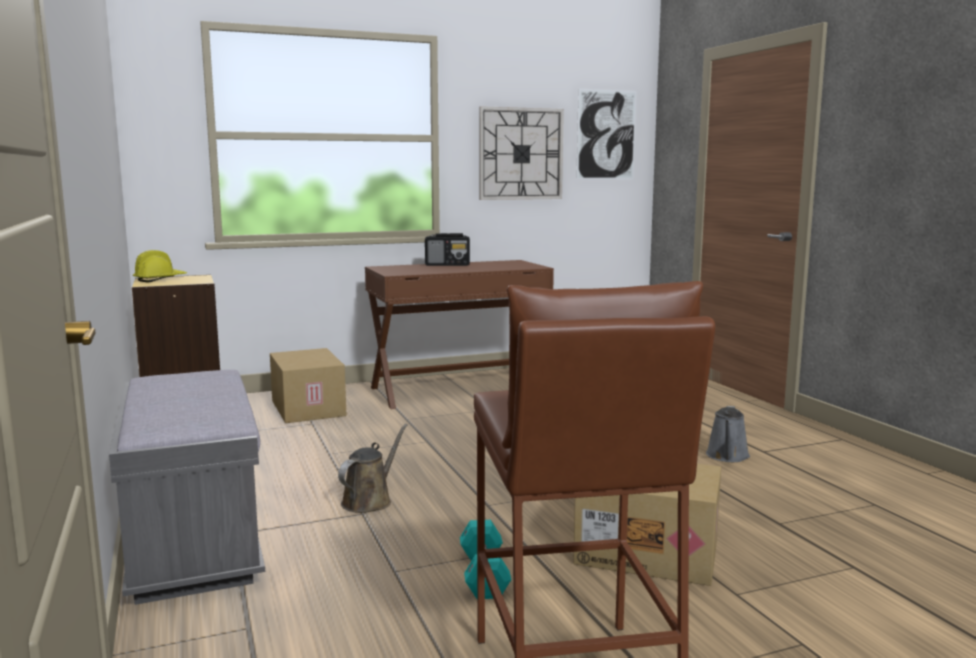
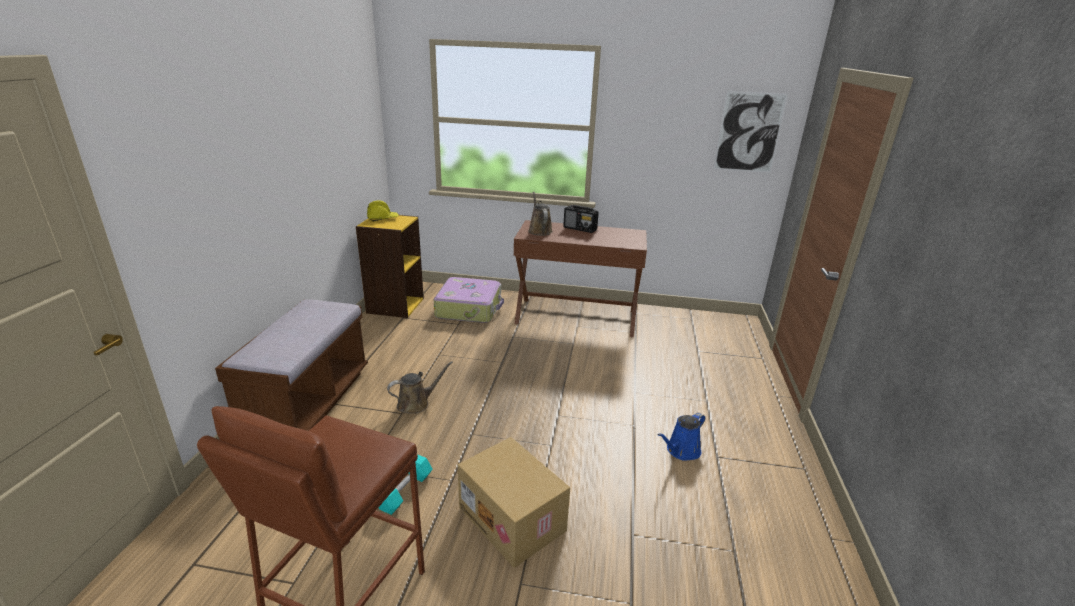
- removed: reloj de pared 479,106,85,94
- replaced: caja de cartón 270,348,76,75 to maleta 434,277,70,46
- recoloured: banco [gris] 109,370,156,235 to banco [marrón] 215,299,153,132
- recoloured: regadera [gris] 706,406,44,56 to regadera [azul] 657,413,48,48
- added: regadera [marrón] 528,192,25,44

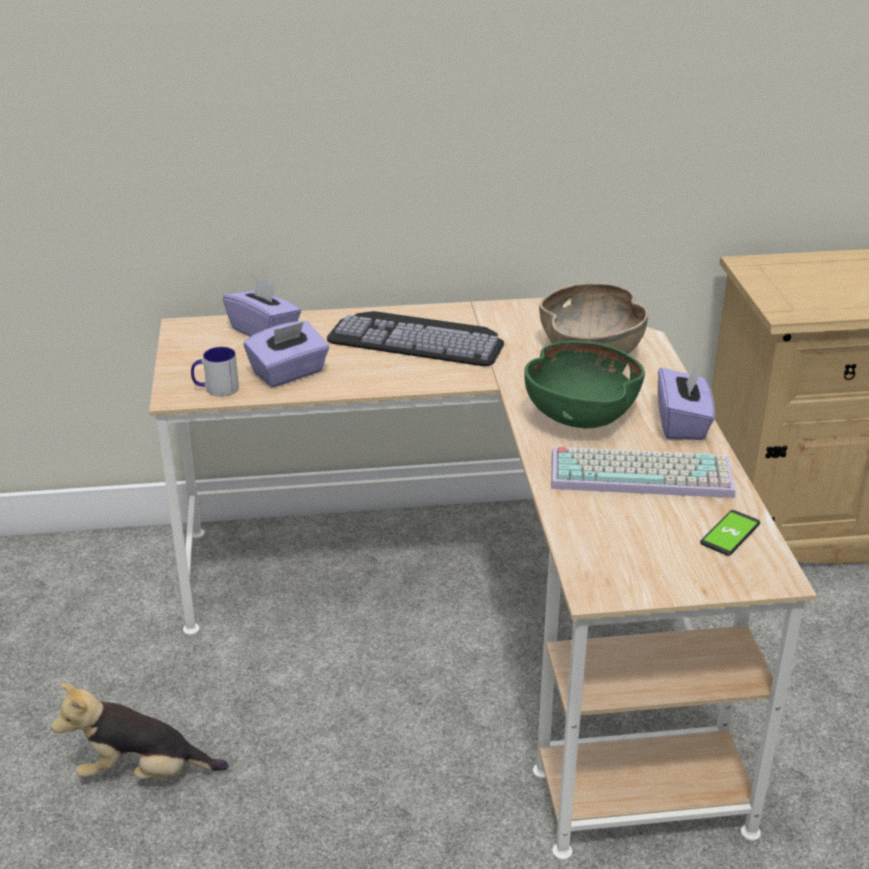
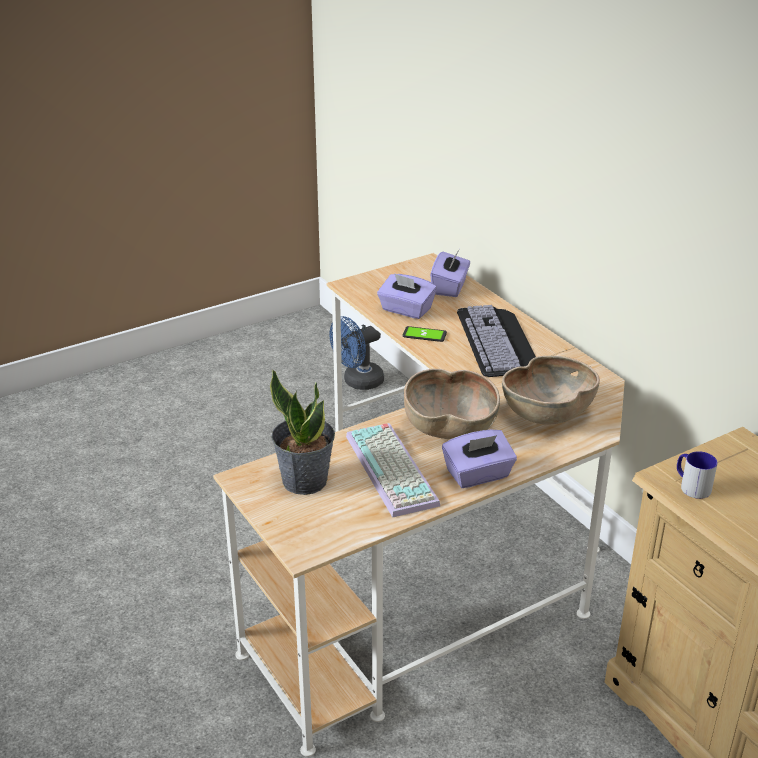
- recoloured: cuenco [verde] 525,341,120,87 to cuenco [marrón] 404,369,96,70
- moved: taza grande 191,347,48,50 to 677,451,41,48
- moved: móvil 700,510,60,45 to 402,326,45,16
- removed: peluche 51,683,178,96
- added: ventilador [azul] 329,316,55,74
- added: planta en maceta 270,369,65,126

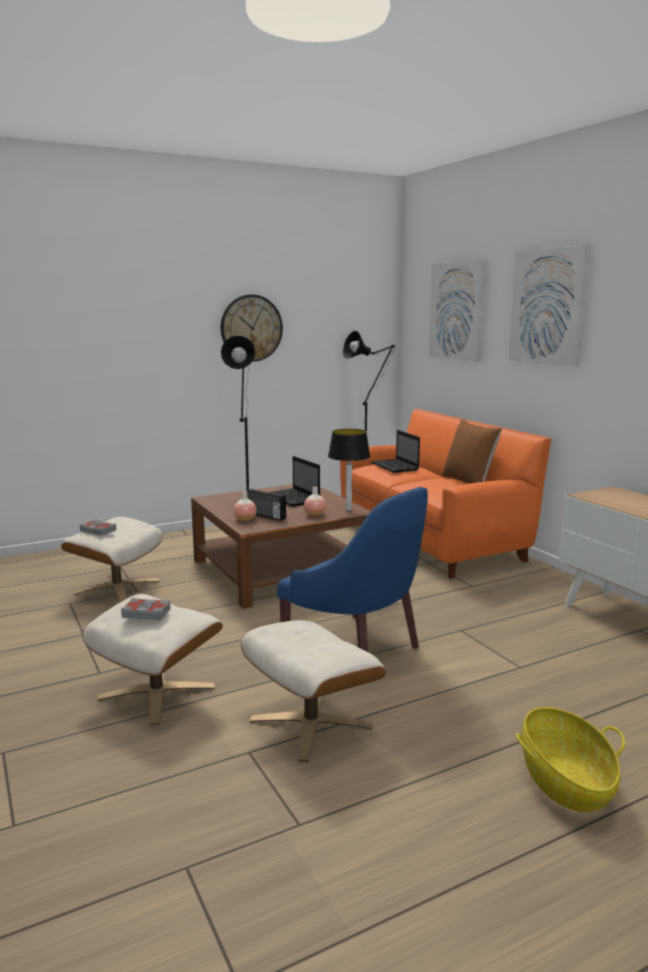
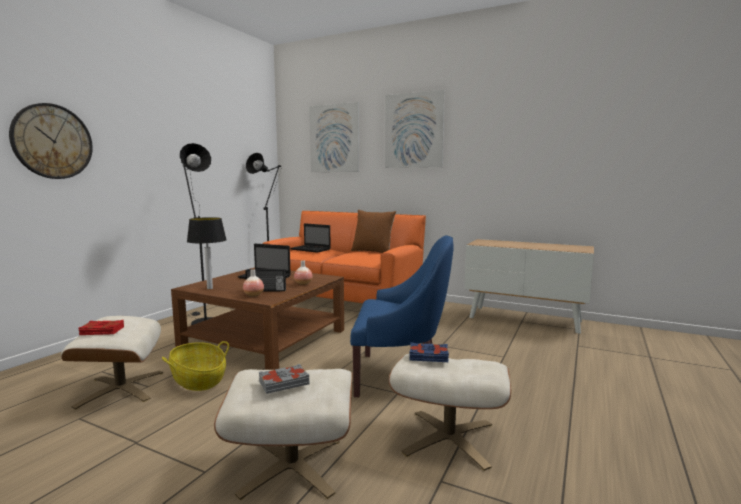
- moved: reloj de pared 221,294,62,68 to 9,103,84,76
- moved: lámpara de mesa 328,429,42,82 to 187,217,40,72
- recoloured: libro [gris] 79,519,37,17 to libro [rojo] 78,320,46,15
- moved: cesta 516,707,109,105 to 162,341,67,50
- added: libro [azul] 409,342,40,20

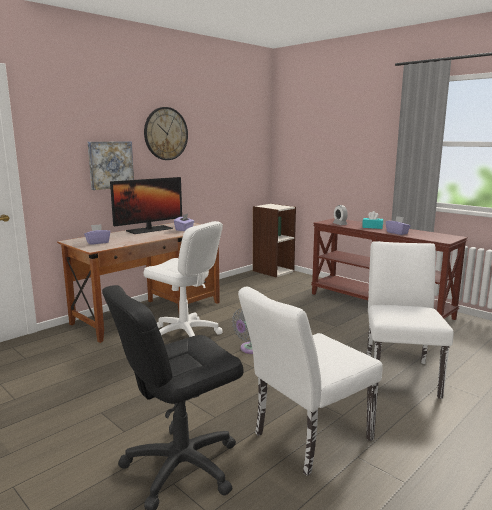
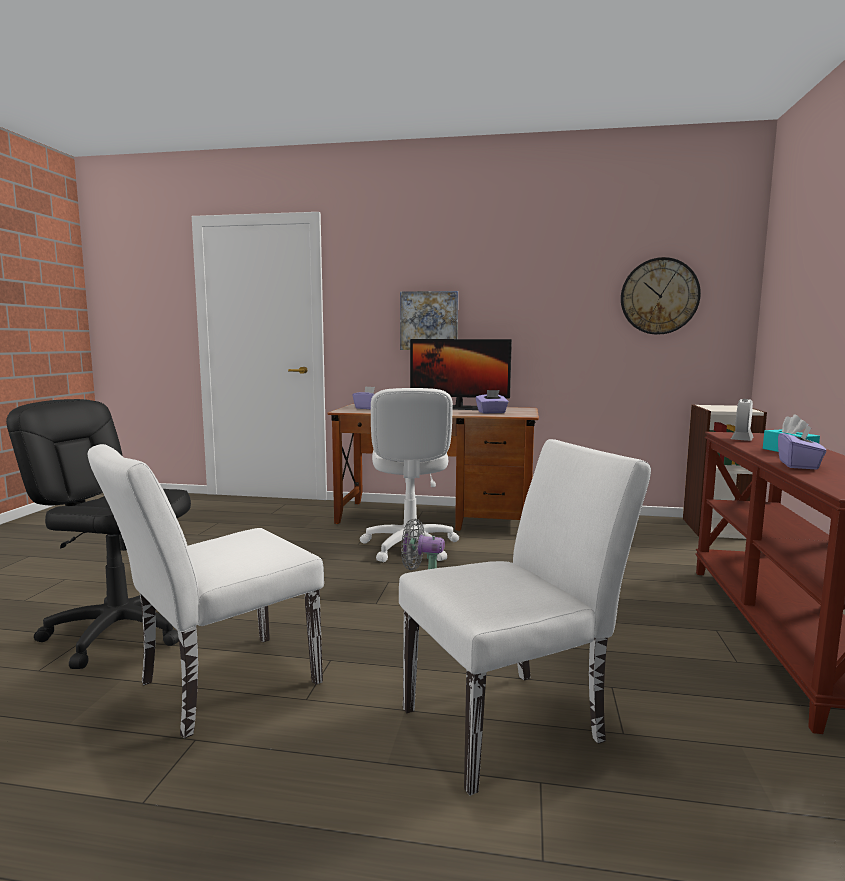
- moved: reloj de pared 144,107,44,53 to 621,257,80,78
- turned: silla [blanco] 238,286,144,190 = 88,444,236,295 60 degrees counterclockwise

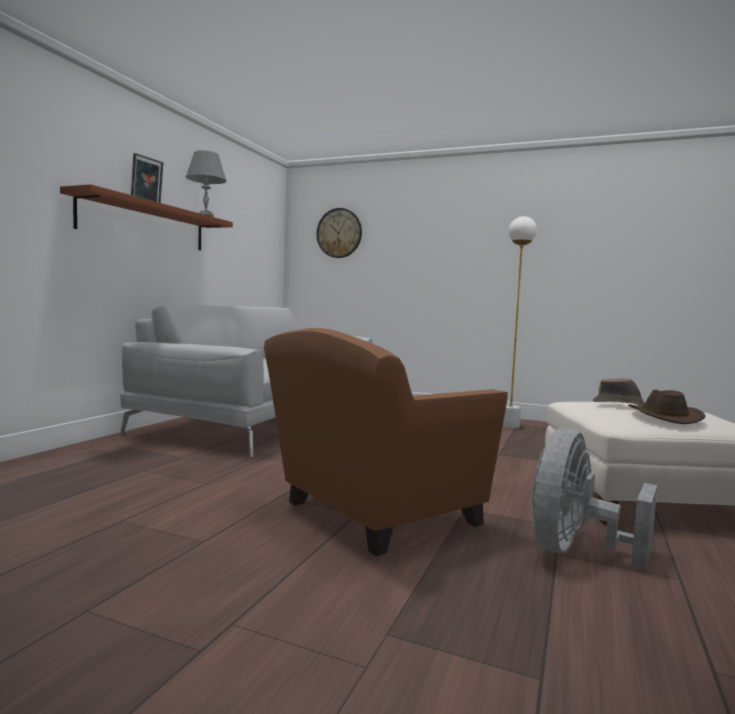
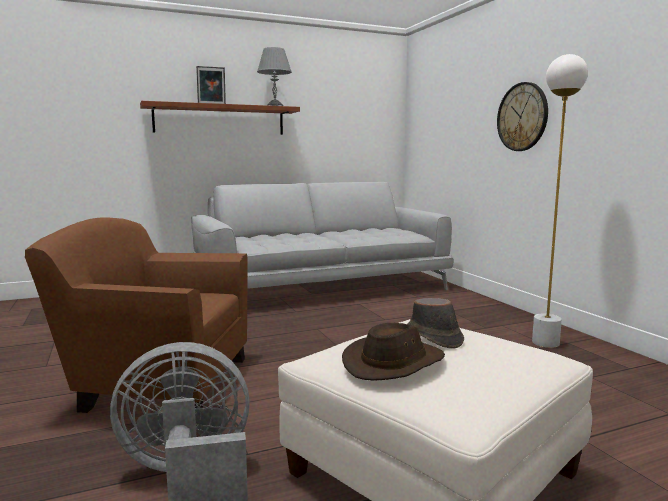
- moved: reloj de pared 317,208,45,50 to 497,82,51,69

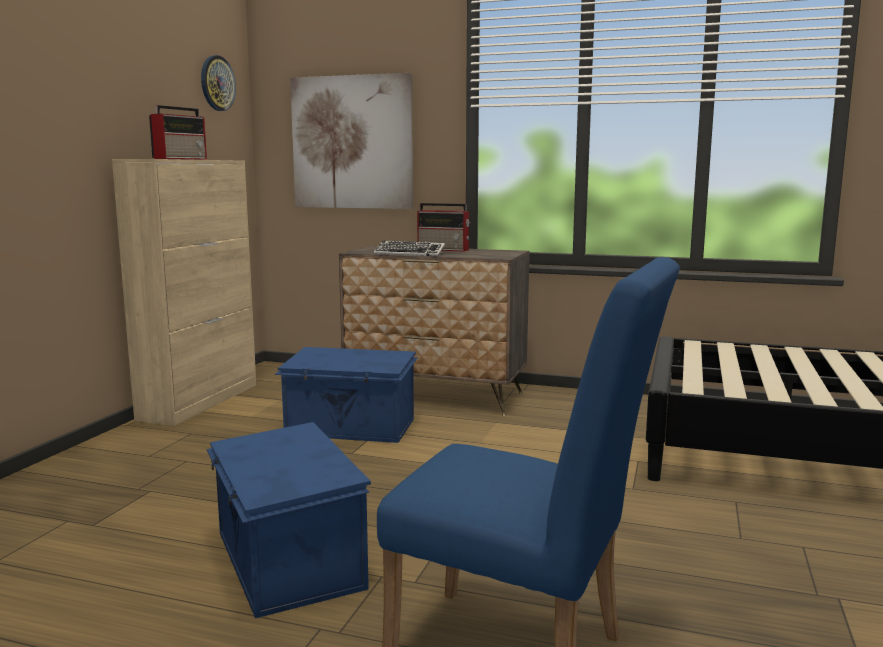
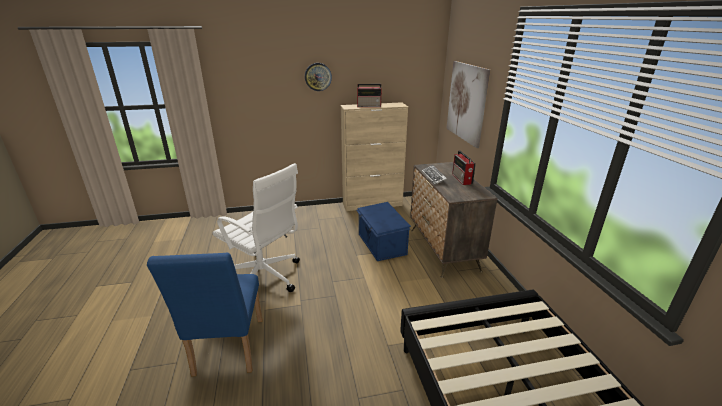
- moved: reloj de pared 201,55,35,56 to 305,63,27,28
- replaced: caja de almacenaje [azul] 207,422,164,196 to silla de oficina [blanco] 213,163,87,129

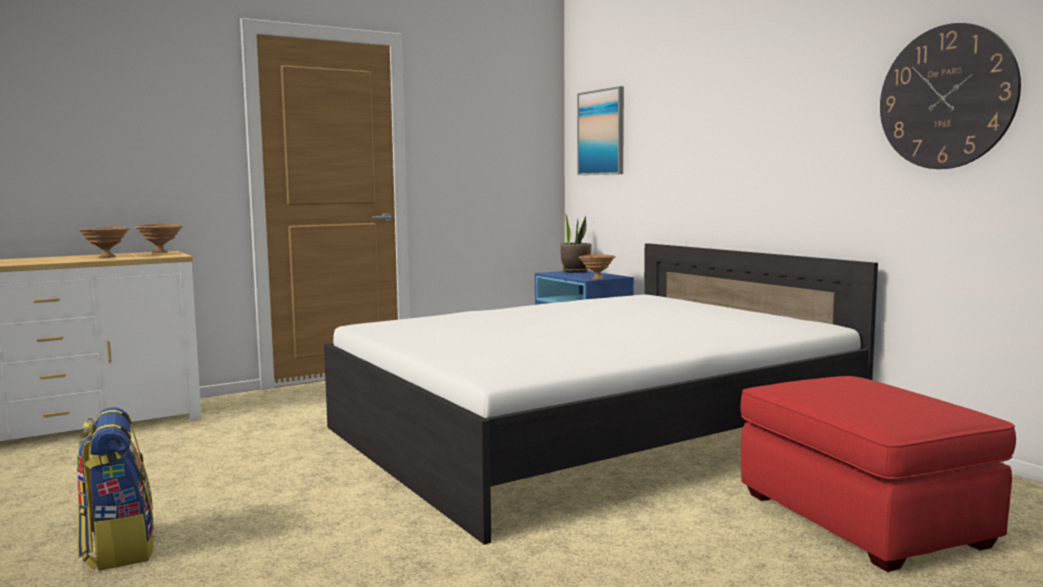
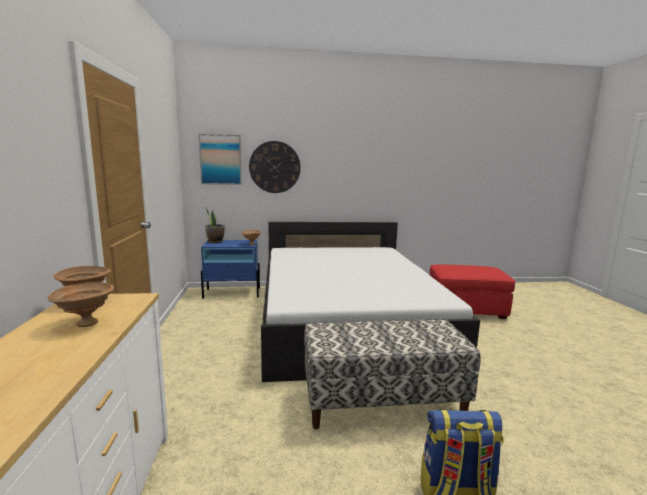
- moved: reloj de pared 880,23,141,146 to 249,141,52,52
- added: banco 304,319,177,110

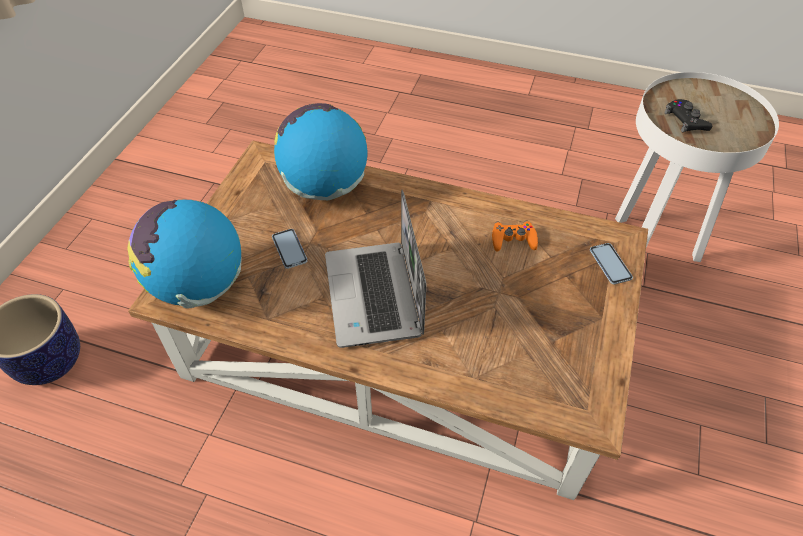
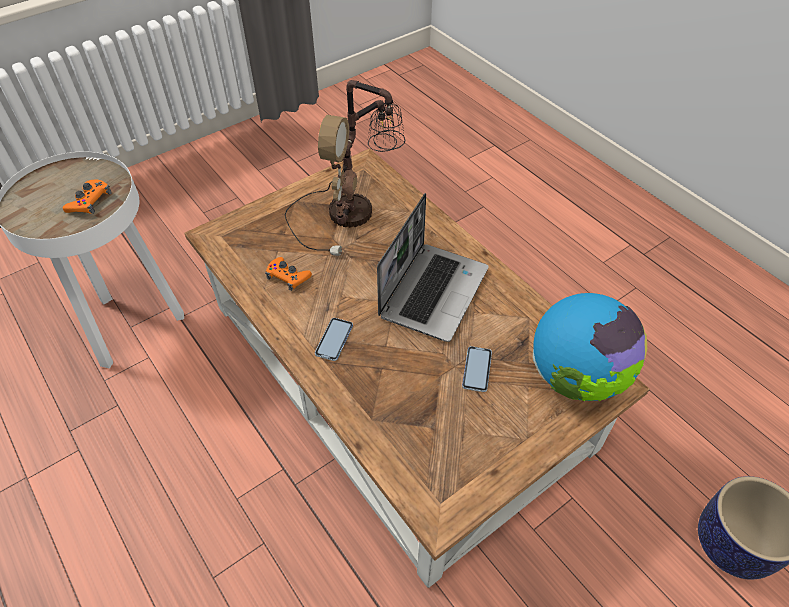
- recoloured: mando de consola [negro] 665,99,48,33 to mando de consola [naranja] 62,179,50,35
- removed: globo terráqueo 274,103,93,97
- moved: móvil 590,243,43,42 to 315,318,38,43
- added: lámpara de mesa 285,80,120,176

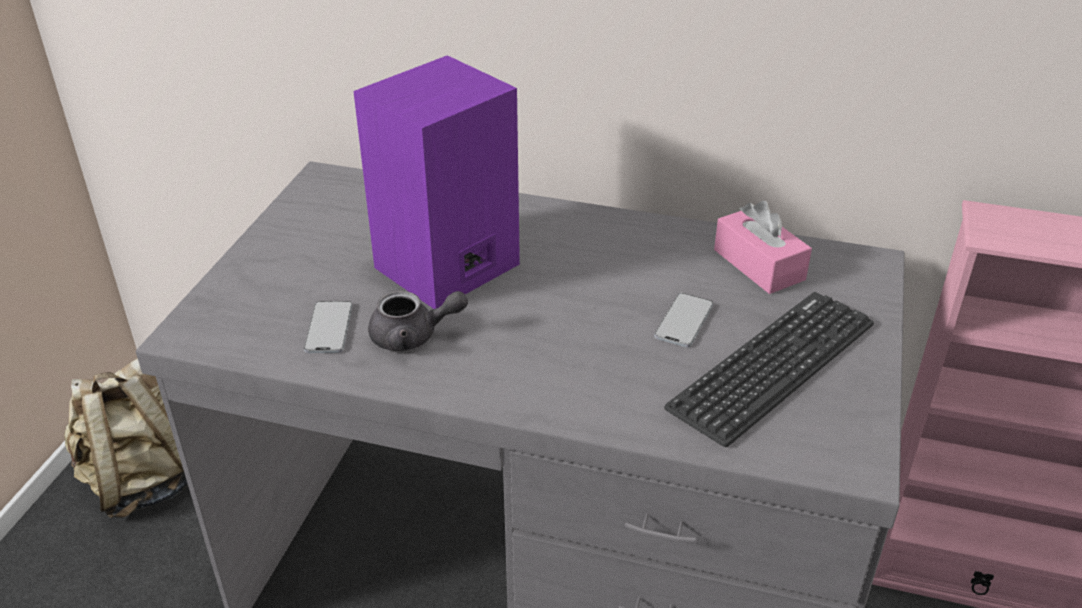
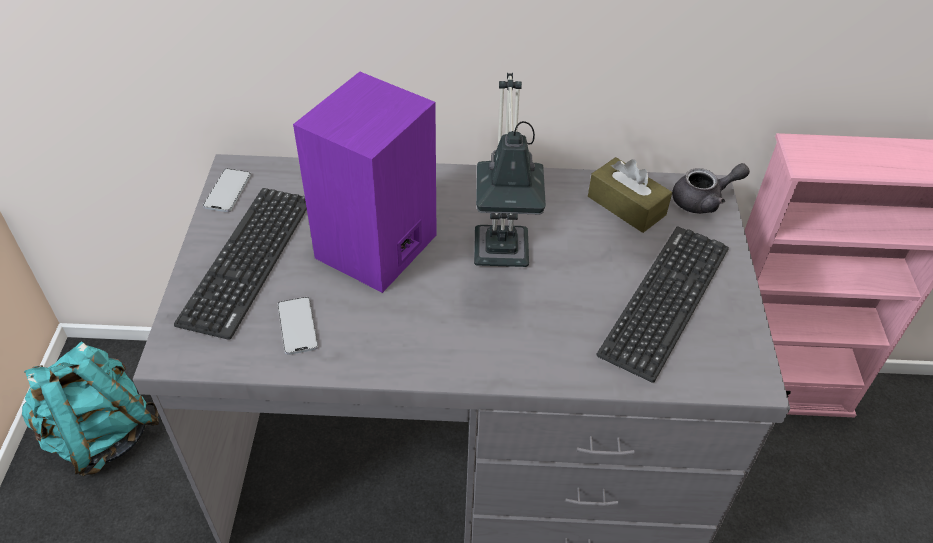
- recoloured: caja de pañuelos [rosa] 714,201,98,93 to caja de pañuelos [marrón] 588,157,84,76
- moved: tetera [gris] 368,291,100,60 to 672,163,78,51
- moved: móvil 654,293,59,54 to 203,168,48,44
- recoloured: mochila [beis] 64,358,124,160 to mochila [turquesa] 22,341,137,135
- added: lámpara de mesa 474,72,72,195
- added: teclado 174,188,133,152

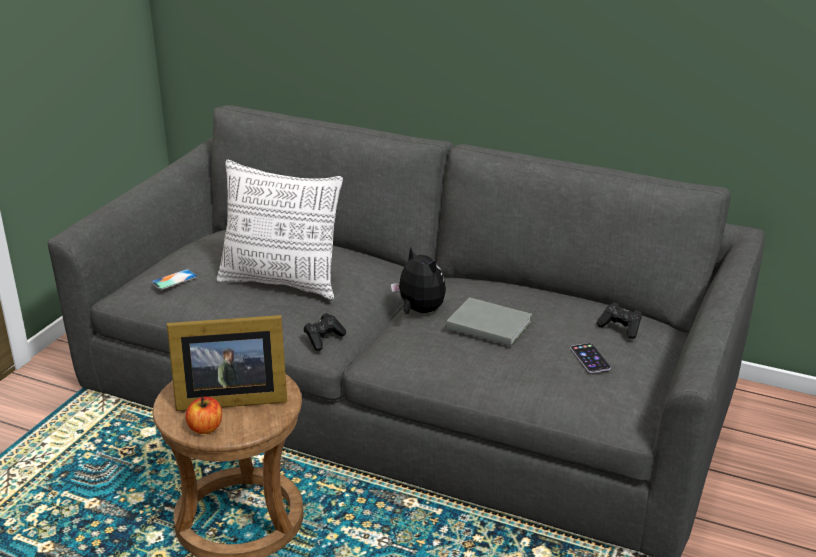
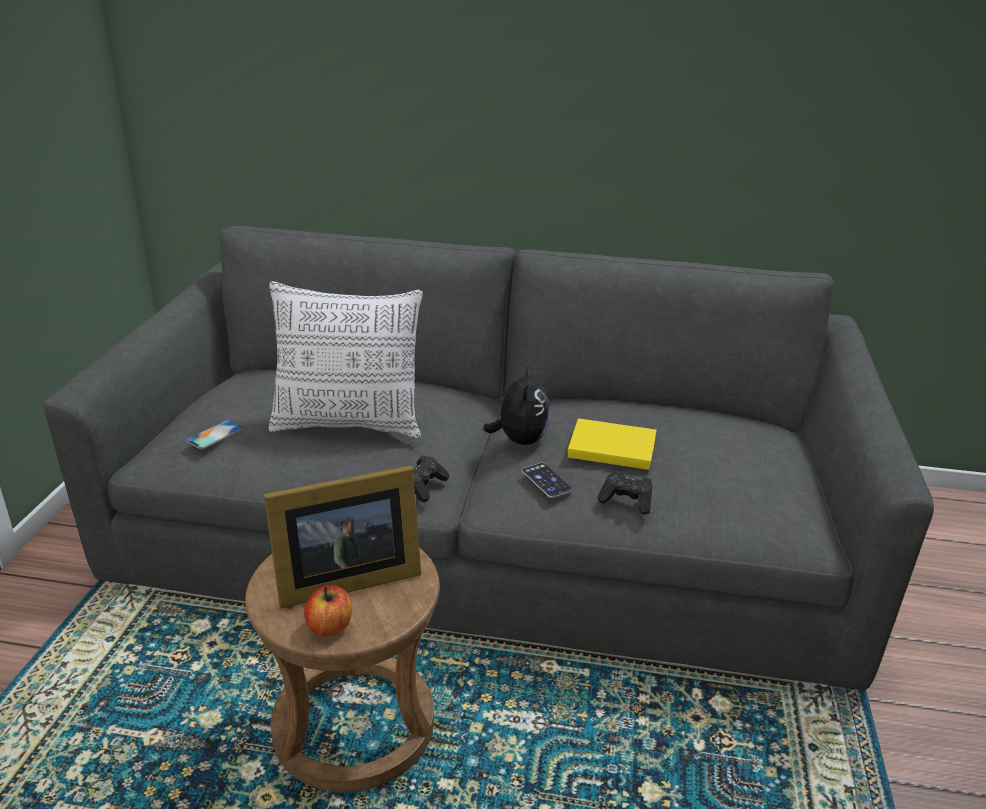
- turned: peluche 391,247,55,67 = 483,365,67,80 60 degrees clockwise
- recoloured: libro [gris] 446,297,86,50 to libro [amarillo] 567,418,89,52
- moved: mando de consola [negro] 597,302,45,37 to 597,470,56,45
- moved: móvil 570,343,41,30 to 522,463,50,35

